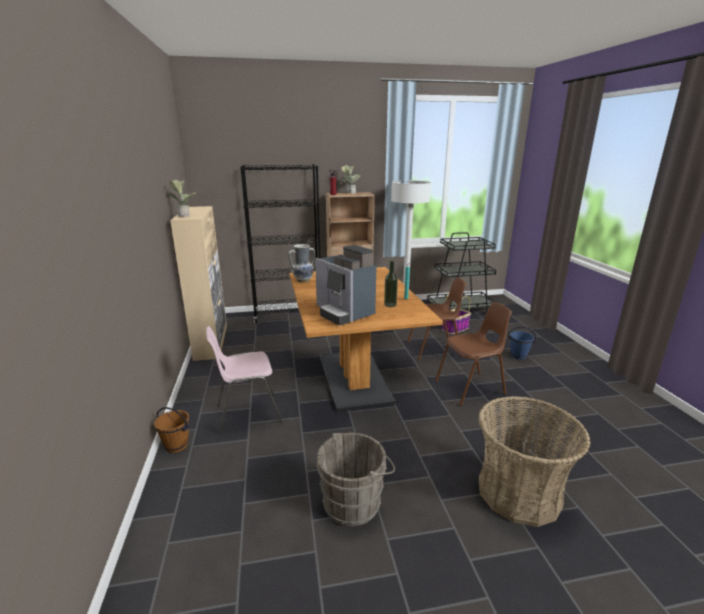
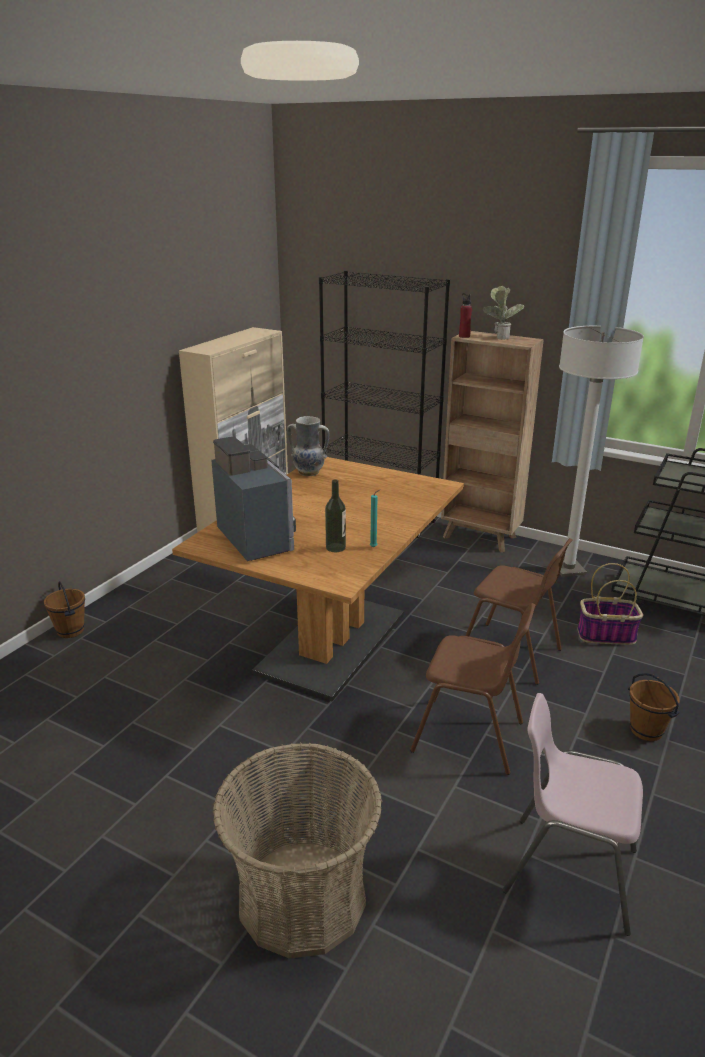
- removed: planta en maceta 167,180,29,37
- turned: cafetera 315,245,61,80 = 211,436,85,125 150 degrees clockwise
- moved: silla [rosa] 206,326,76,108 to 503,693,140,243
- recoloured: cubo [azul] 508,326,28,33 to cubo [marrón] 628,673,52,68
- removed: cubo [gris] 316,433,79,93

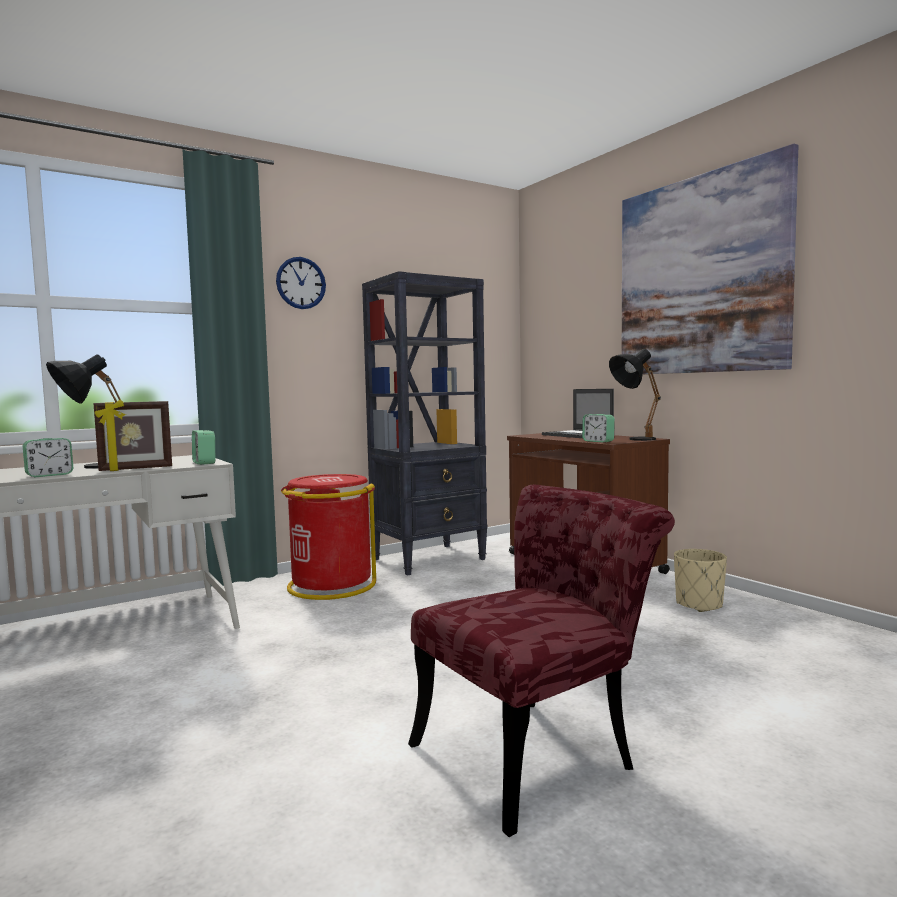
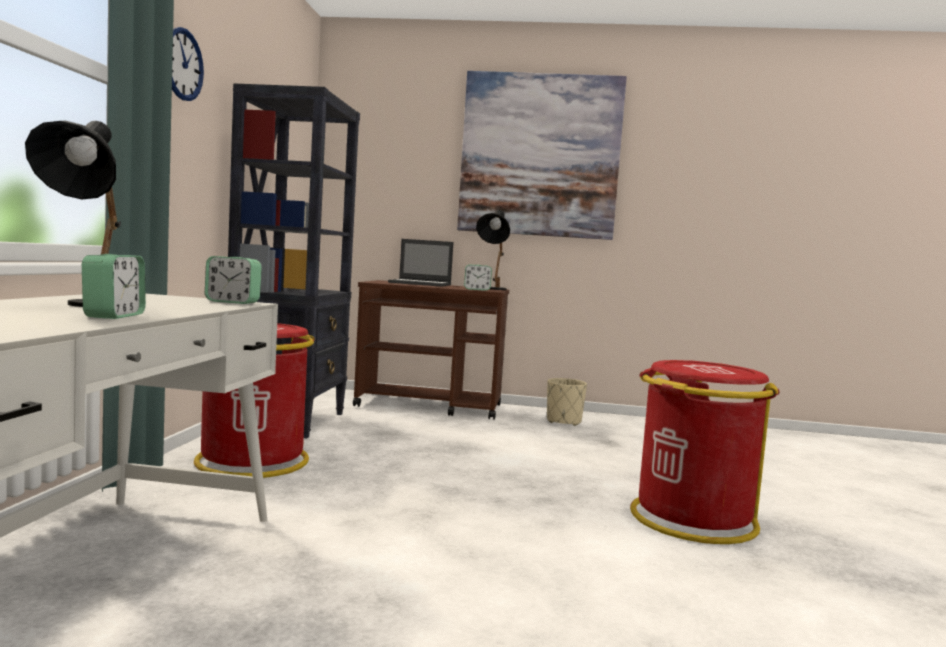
- removed: portarretratos 94,400,78,71
- replaced: silla [rojo] 408,485,267,352 to papelera [rojo] 630,360,150,184

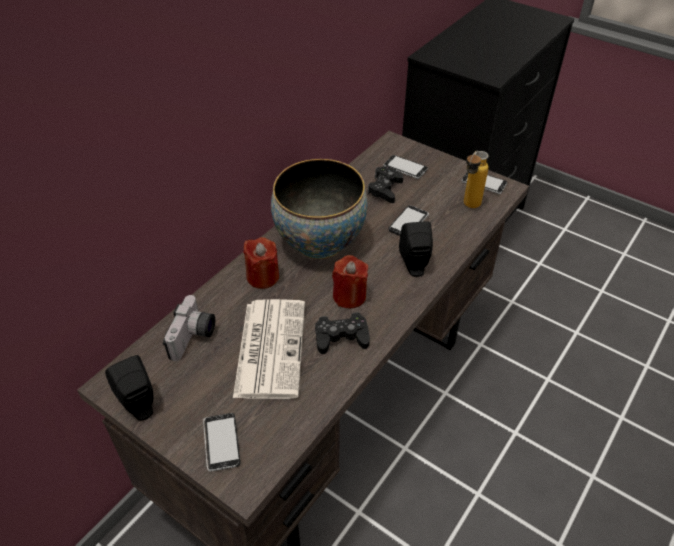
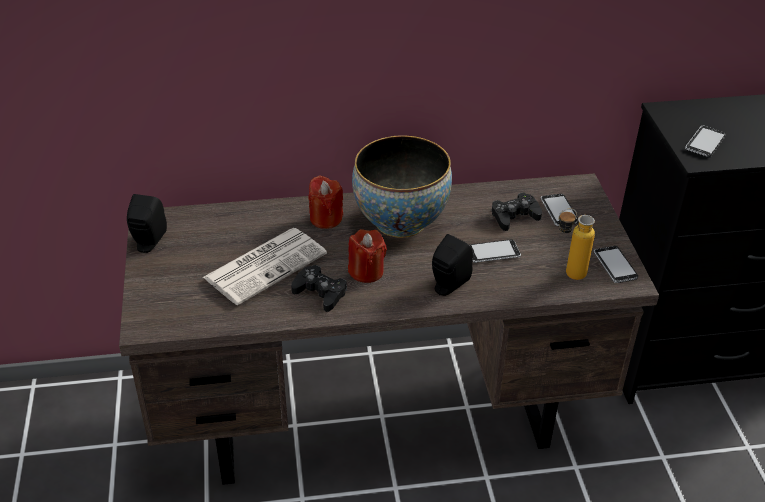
- removed: cámara 163,295,52,66
- moved: móvil 203,413,38,59 to 685,125,41,33

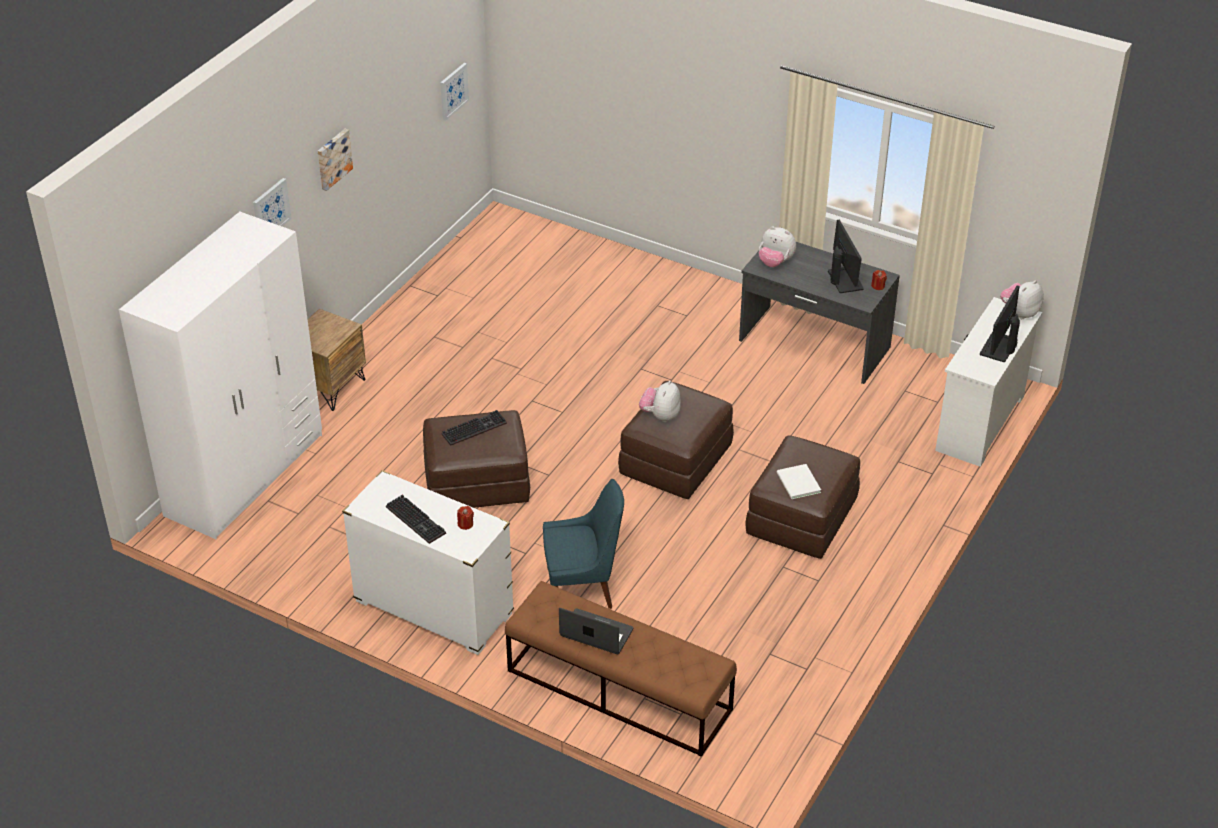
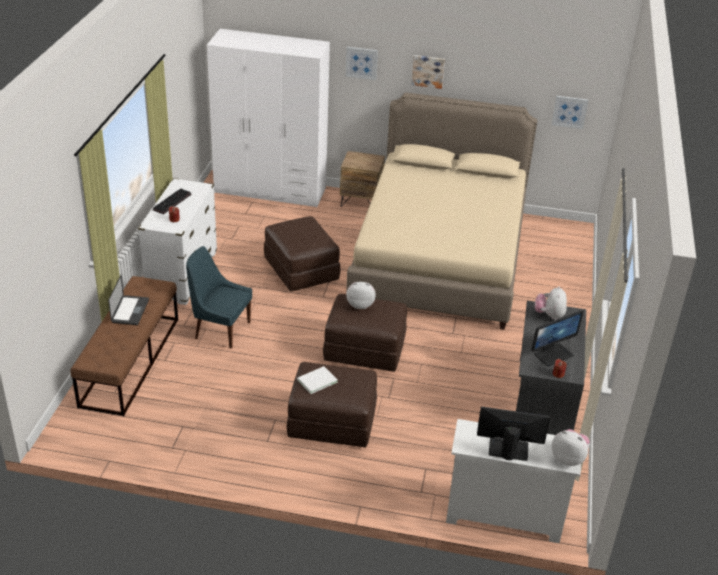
- removed: teclado 442,410,65,36
- turned: silla [azul] 543,479,81,130 = 186,246,66,103 135 degrees clockwise
- added: cama [beis] 346,92,191,238

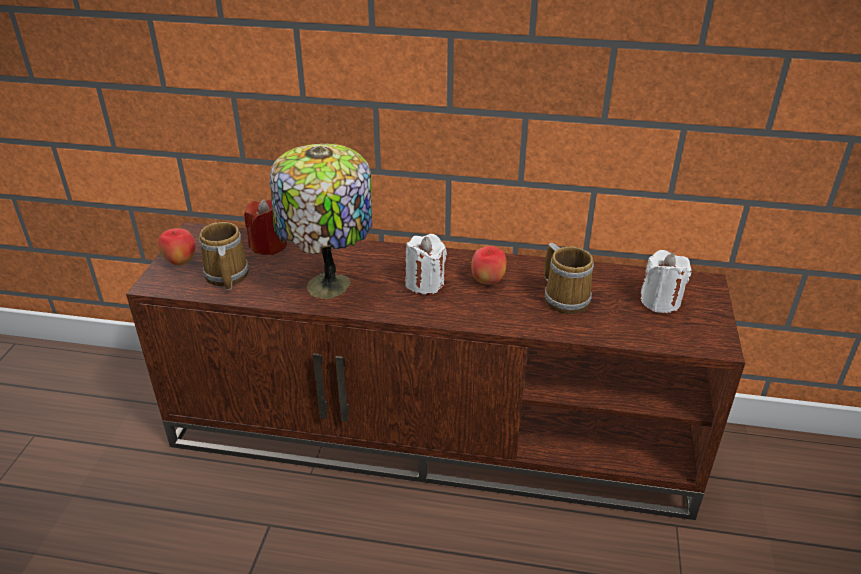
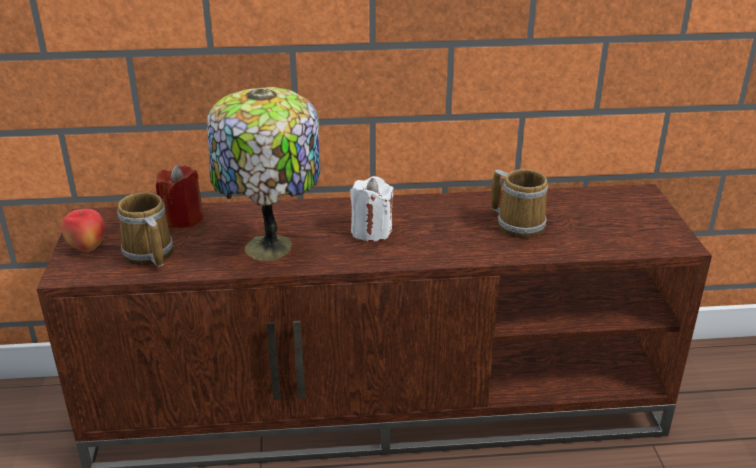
- removed: manzana 471,246,36,39
- removed: vela [blanco] 640,250,52,63

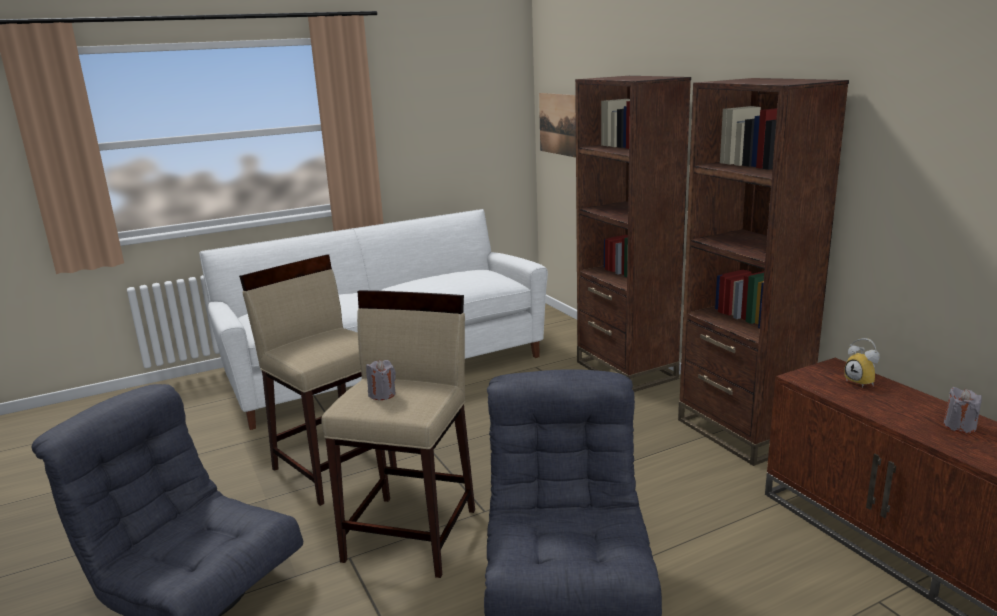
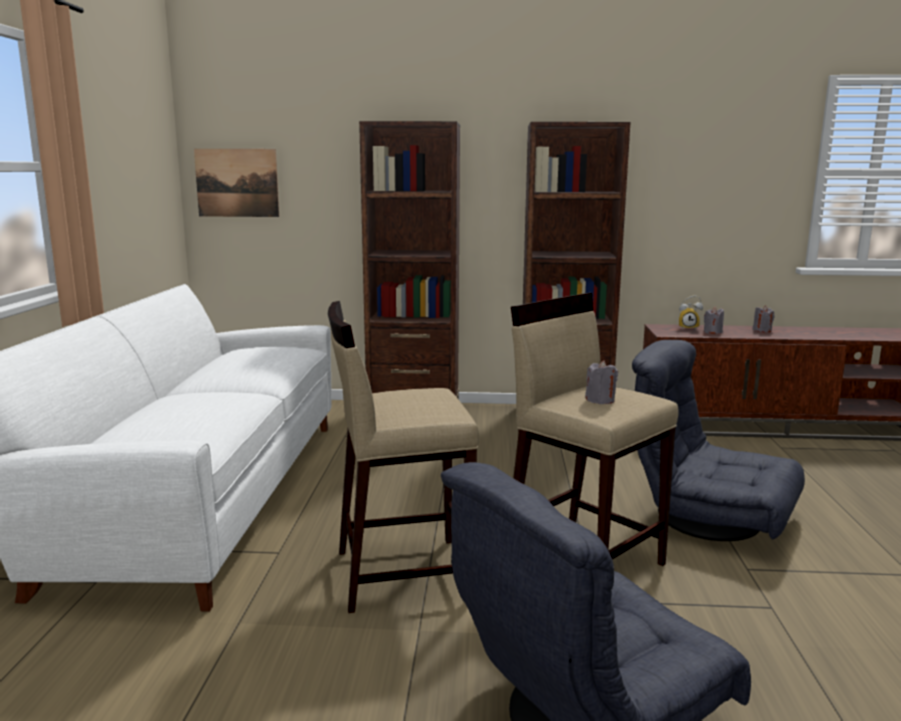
- added: vela [gris] 704,307,20,27

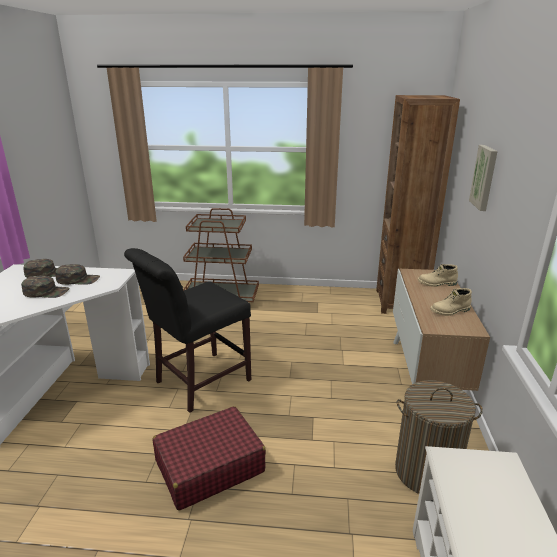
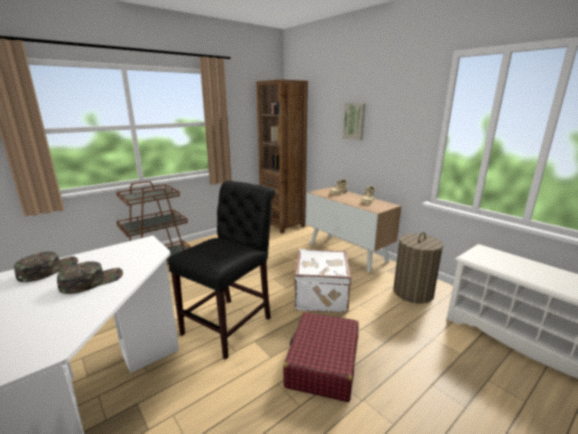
- turned: silla [negro] 124,248,127,165 = 168,180,107,180 150 degrees counterclockwise
- removed: gorra [verde] 55,264,45,21
- added: maleta [blanco] 294,249,59,64

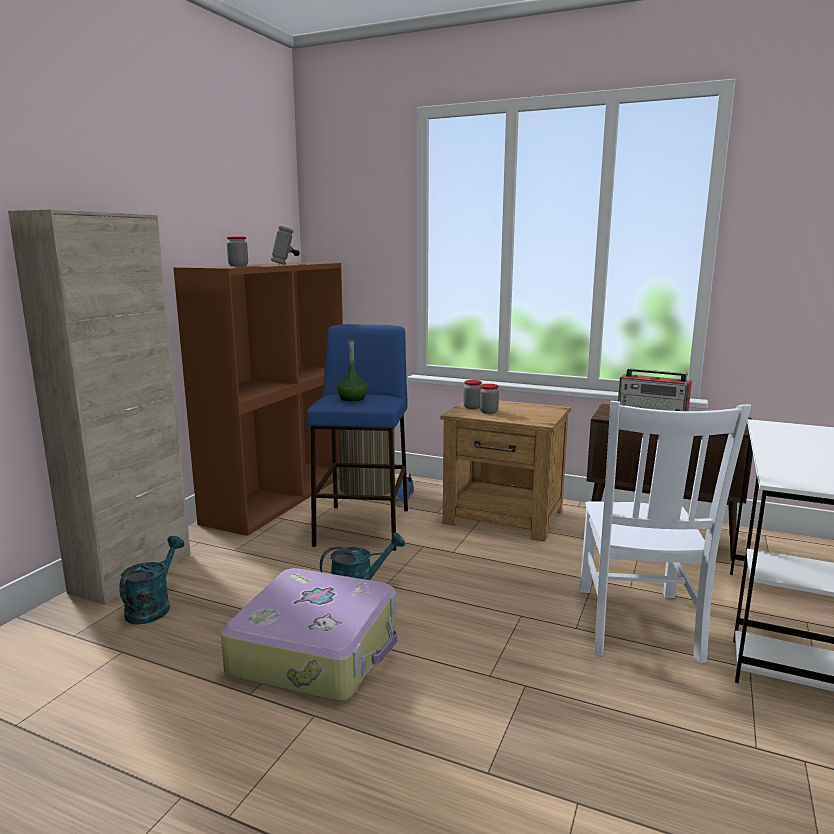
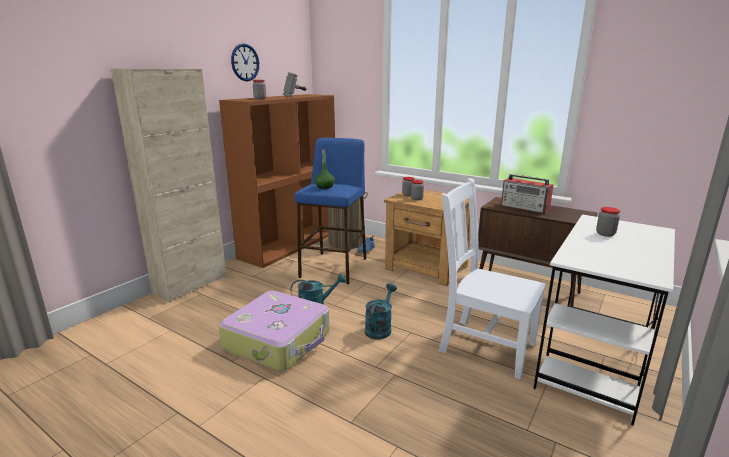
- turned: silla [blanco] 579,401,172,262 = 439,178,107,201 105 degrees clockwise
- moved: regadera [turquesa] 119,536,65,88 to 365,283,32,56
- added: reloj de pared 231,43,28,38
- added: tarro 596,207,24,30

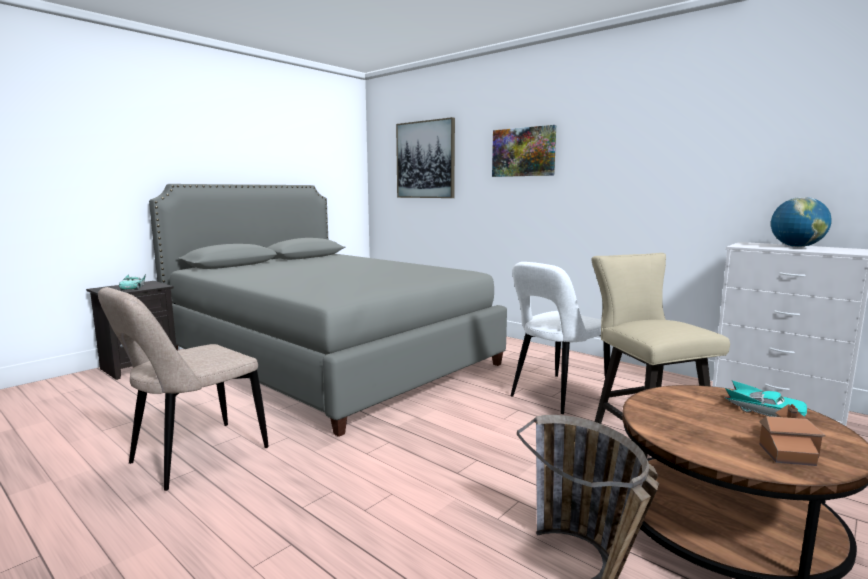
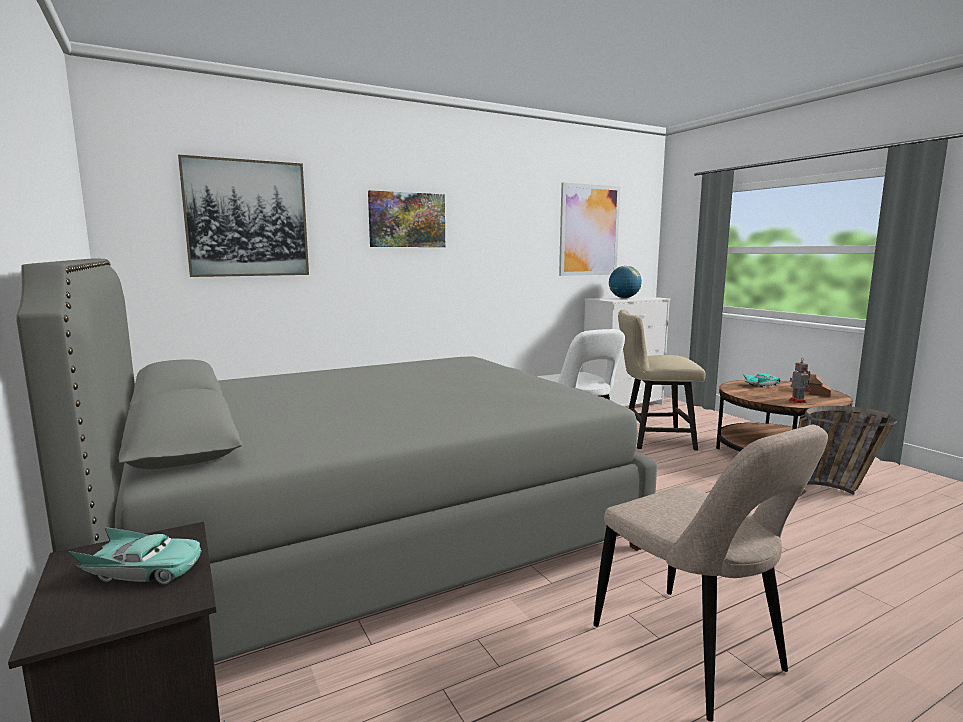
- added: cuadro 559,183,61,93
- added: robot de juguete 789,358,22,45

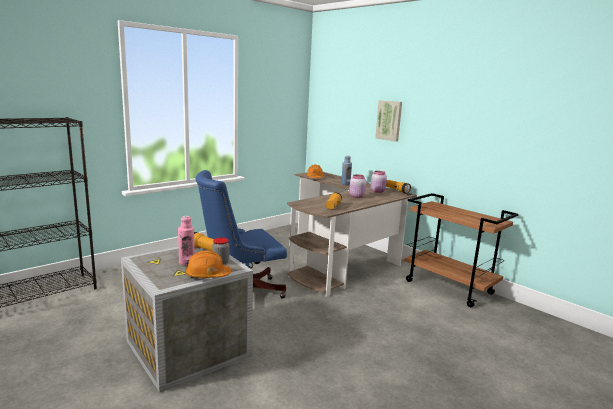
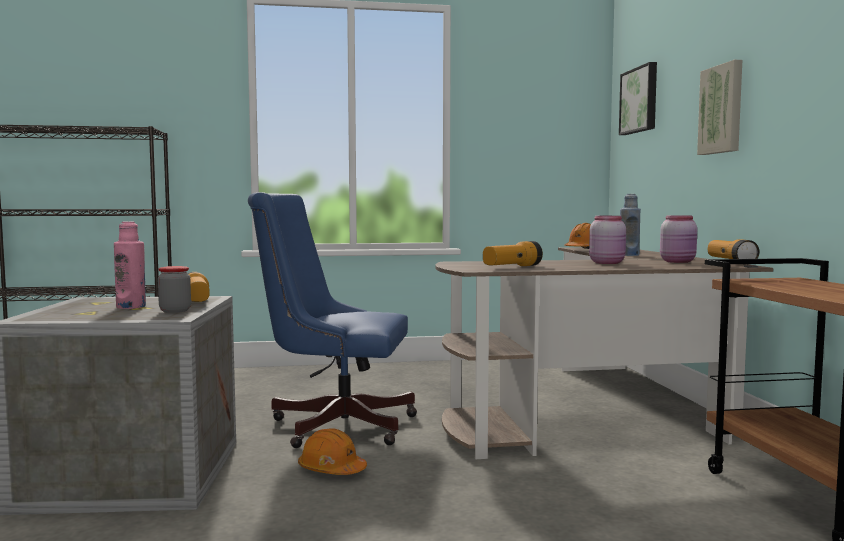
- moved: casco [naranja] 185,250,46,28 to 298,428,69,47
- added: cuadro 619,62,38,73

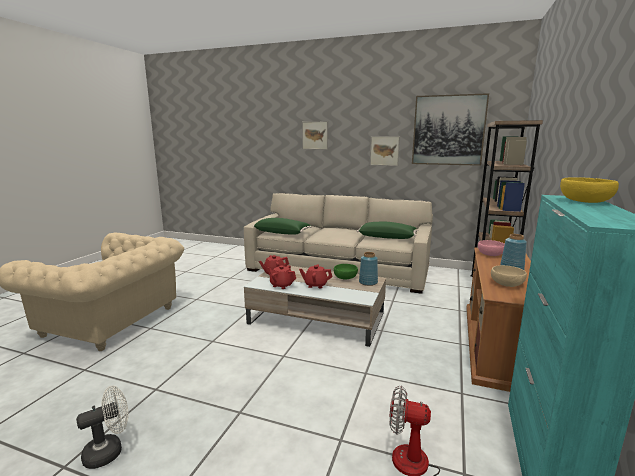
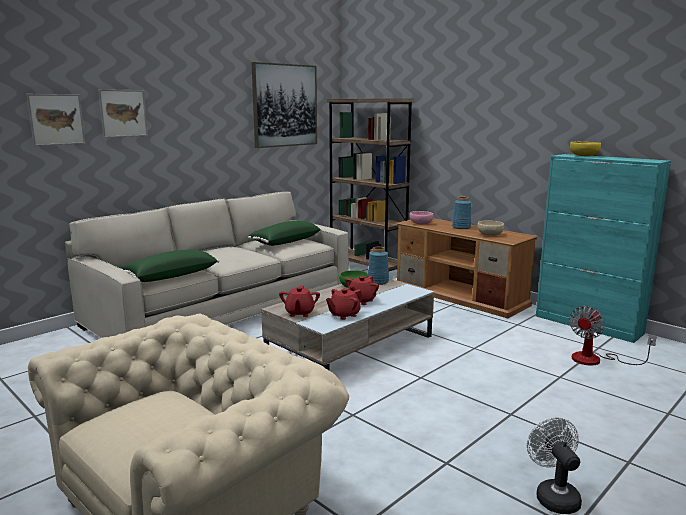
- moved: cuadro 370,136,30,30 to 26,94,60,52

